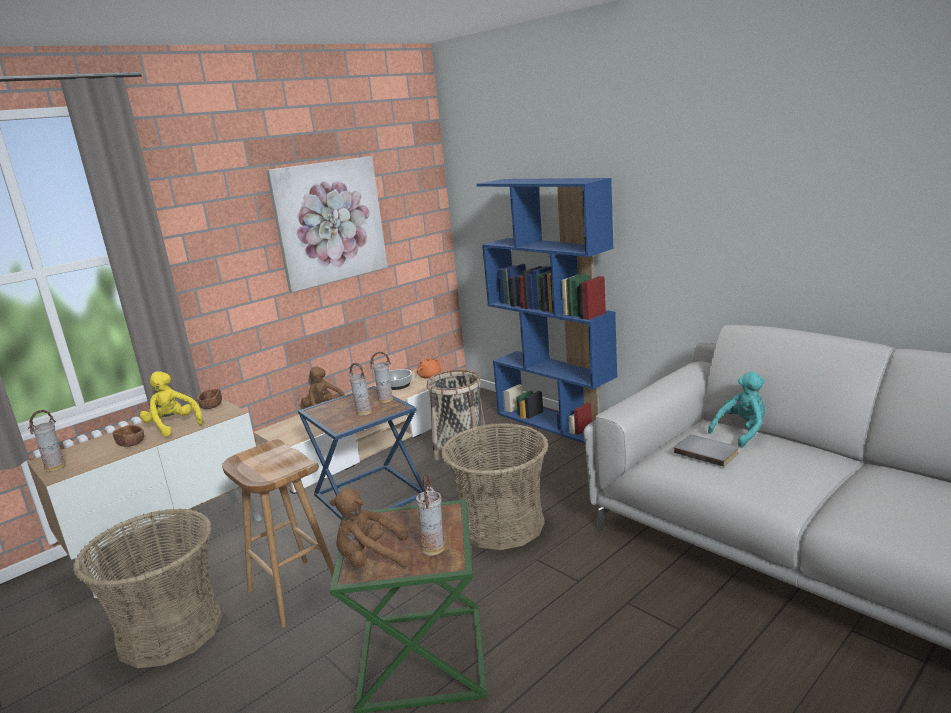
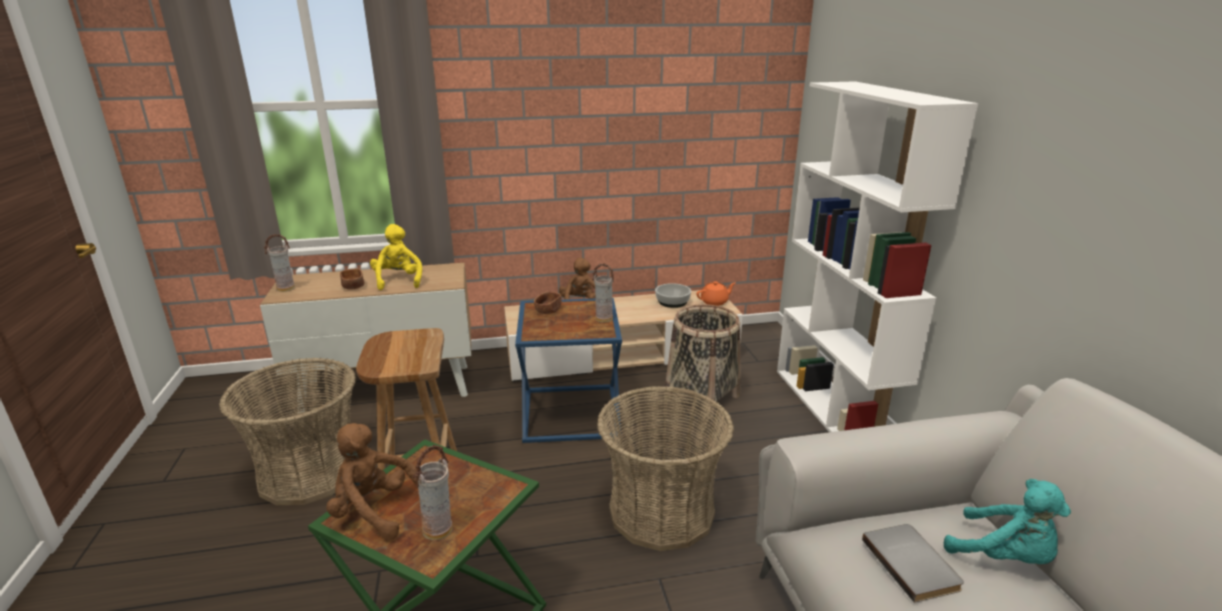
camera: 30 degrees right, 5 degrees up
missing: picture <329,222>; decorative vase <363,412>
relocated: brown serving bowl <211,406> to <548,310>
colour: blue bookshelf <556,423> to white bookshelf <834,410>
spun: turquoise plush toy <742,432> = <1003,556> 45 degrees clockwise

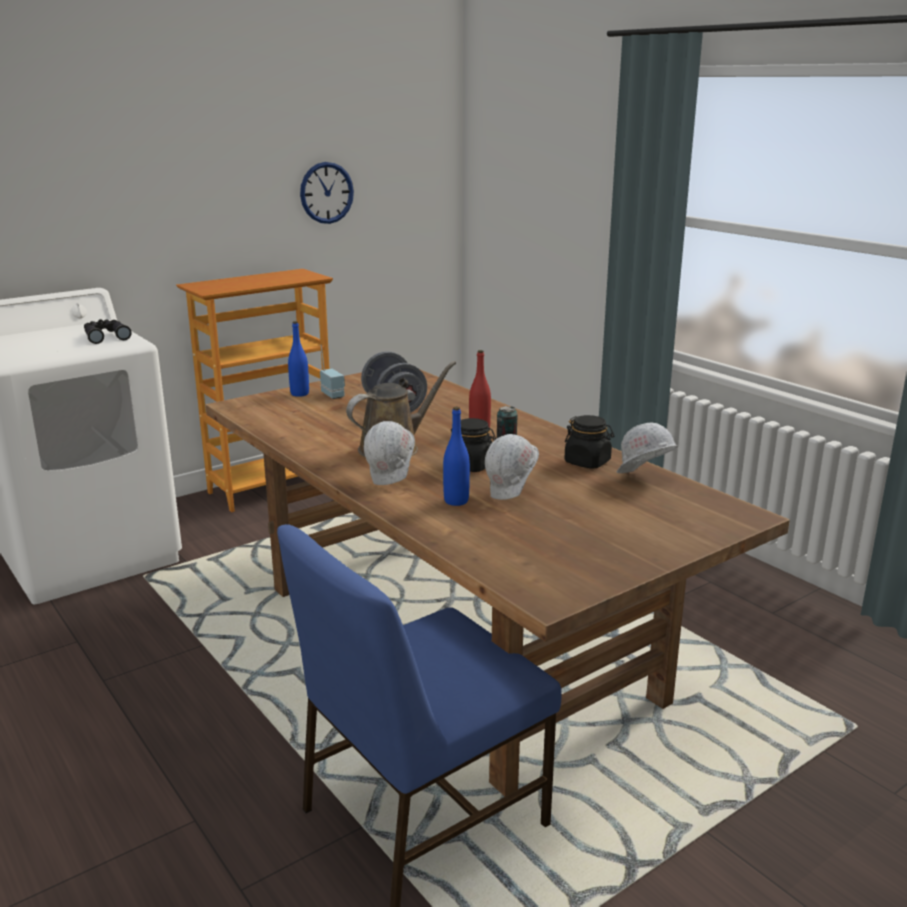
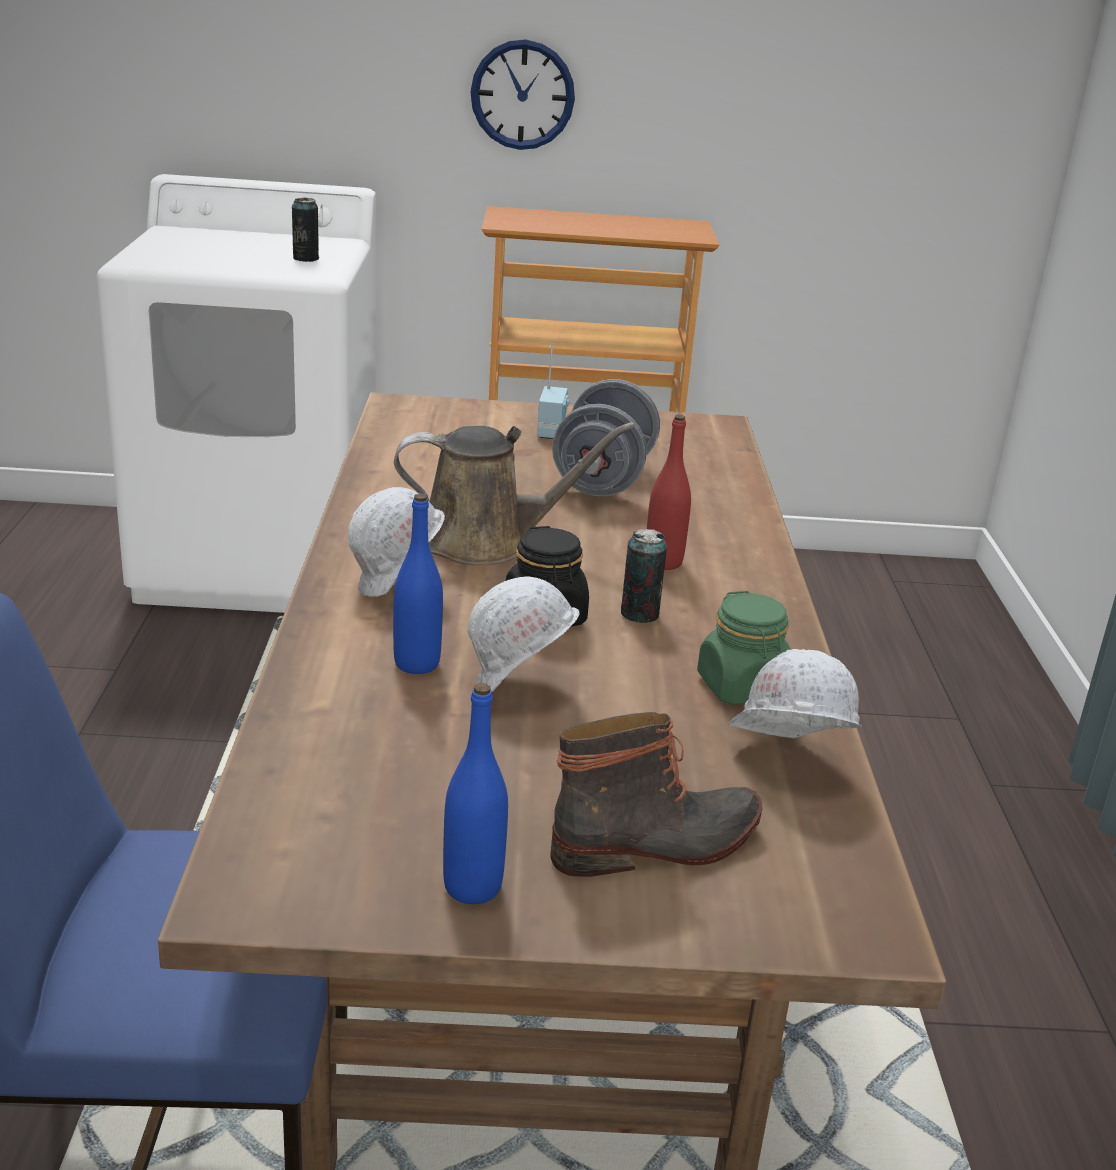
camera: 35 degrees right, 5 degrees up
appeared: tall boot <658,845>
relocated: blue drink bottle <299,394> to <472,887>; hanging clock <326,193> to <522,95>
exchanged: blackish pair of binoculars <105,336> to sealed can <306,258>
colour: blackish storage jar <587,462> to green-coloured storage jar <742,688>

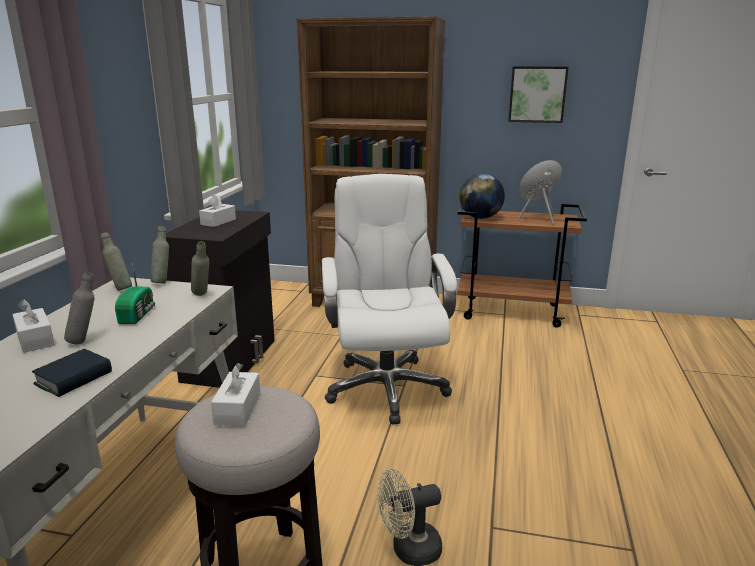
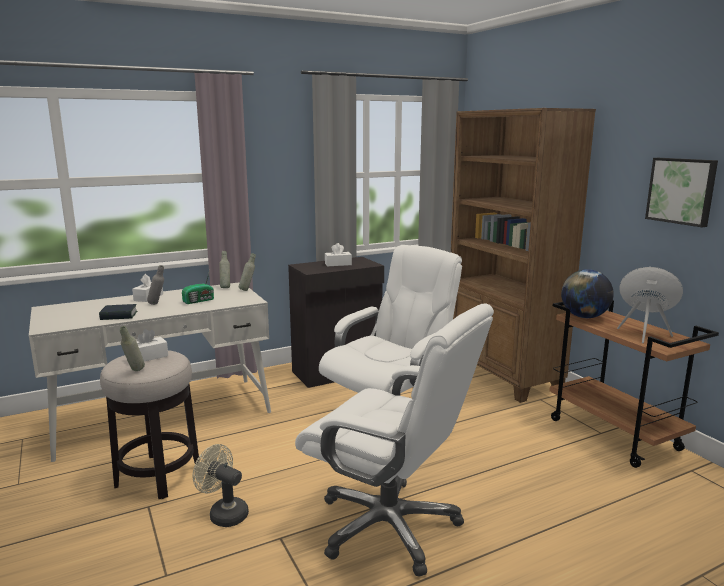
camera: 50 degrees right, 5 degrees down
appeared: white computer chair <389,526>
relocated: grey drink bottle <202,296> to <134,372>

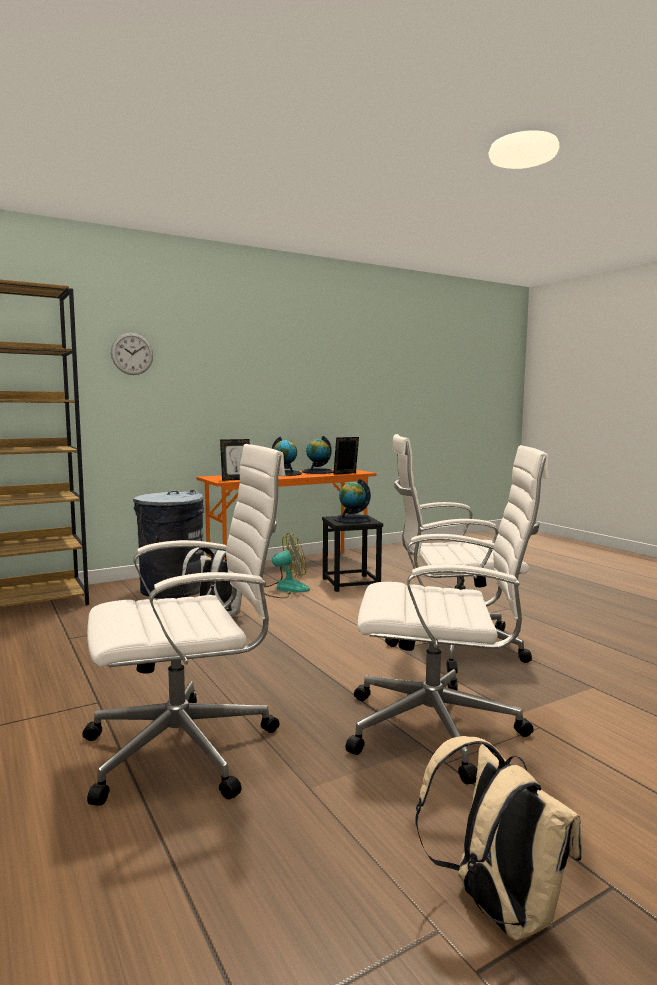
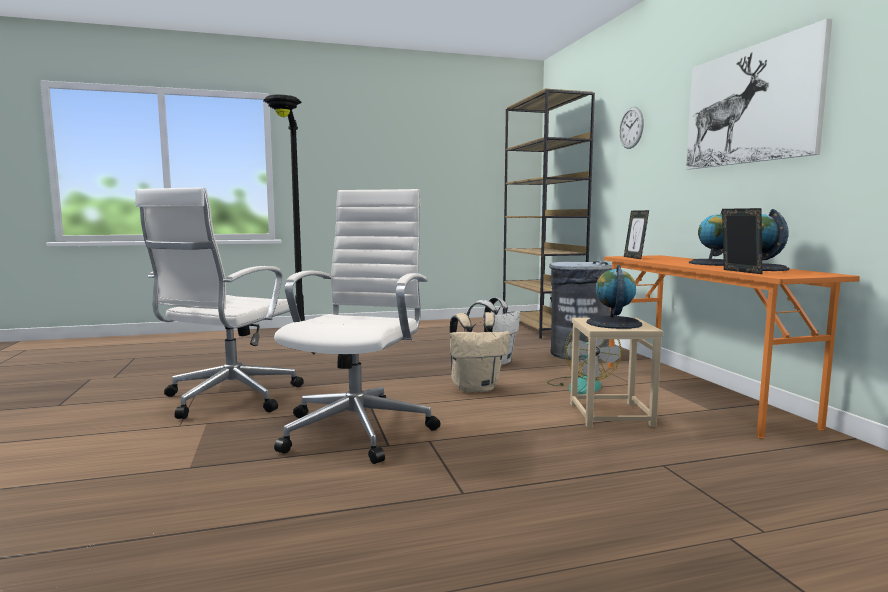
camera: 105 degrees right, 0 degrees up
appeared: picture <750,105>
relocated: beige-coloured backpack <496,909> to <475,388>
exchanged: white computer chair <187,749> to blackish standard lamp <295,355>
colour: blackish stool seat <351,583> to beige-coloured stool seat <610,414>

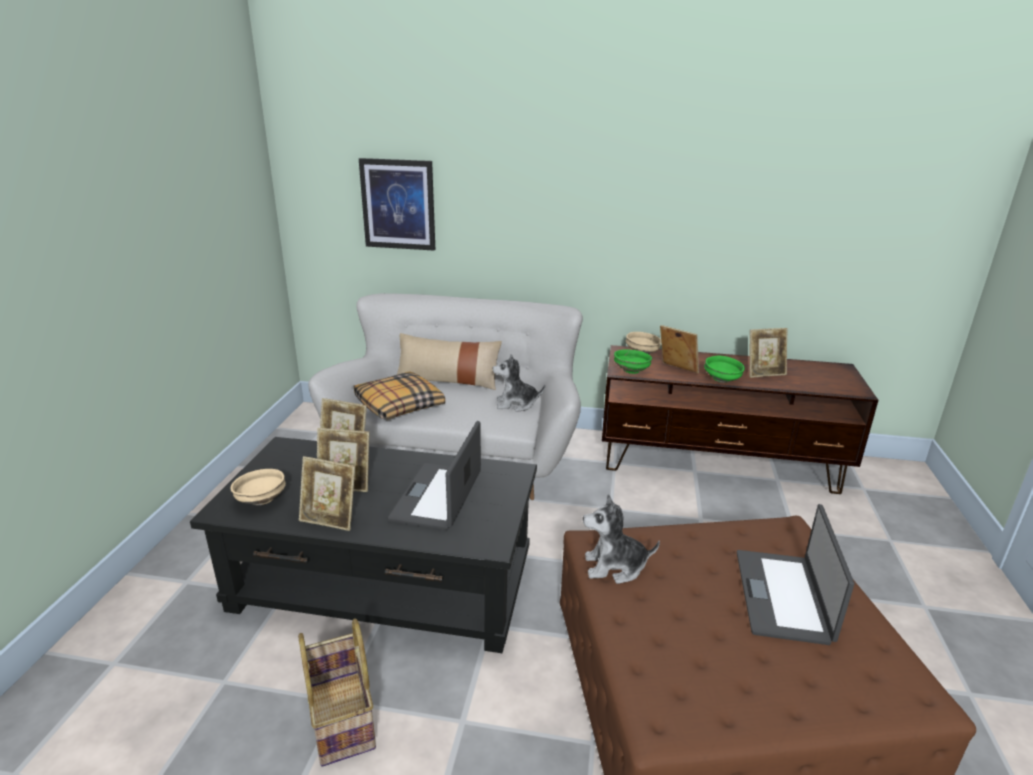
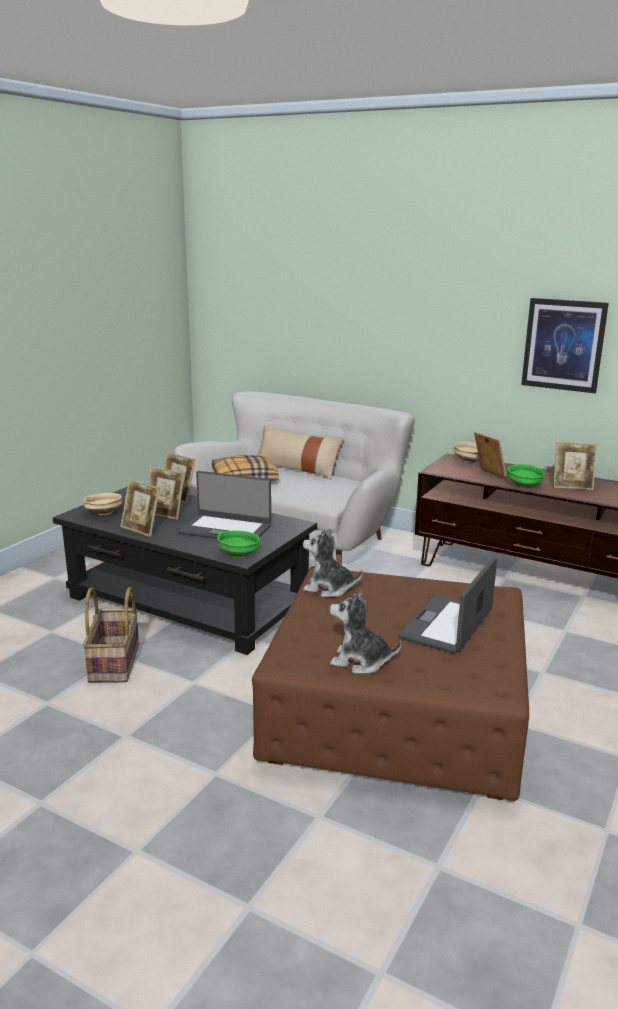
camera: 20 degrees right, 5 degrees down
relocated: picture <398,204> to <563,345>; plush toy <516,404> to <360,661>; green-coloured serving bowl <631,371> to <239,555>
spun: portable computer <438,496> = <225,529> 105 degrees counterclockwise

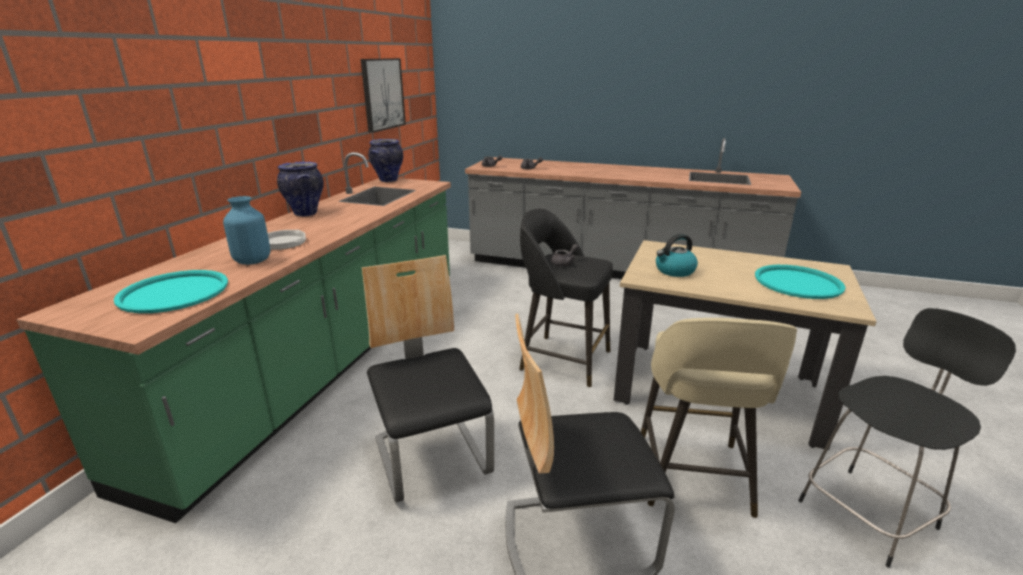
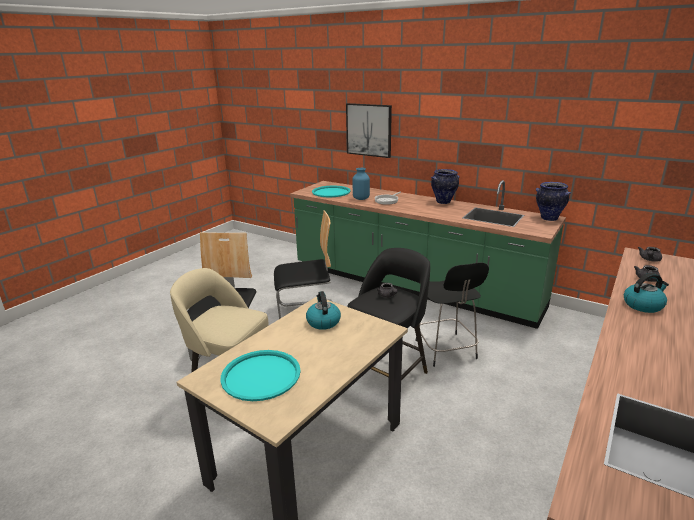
camera: 105 degrees right, 0 degrees up
appeared: kettle <643,305>
relocated: picture <382,94> to <369,130>; blackish stool seat <869,512> to <446,351>

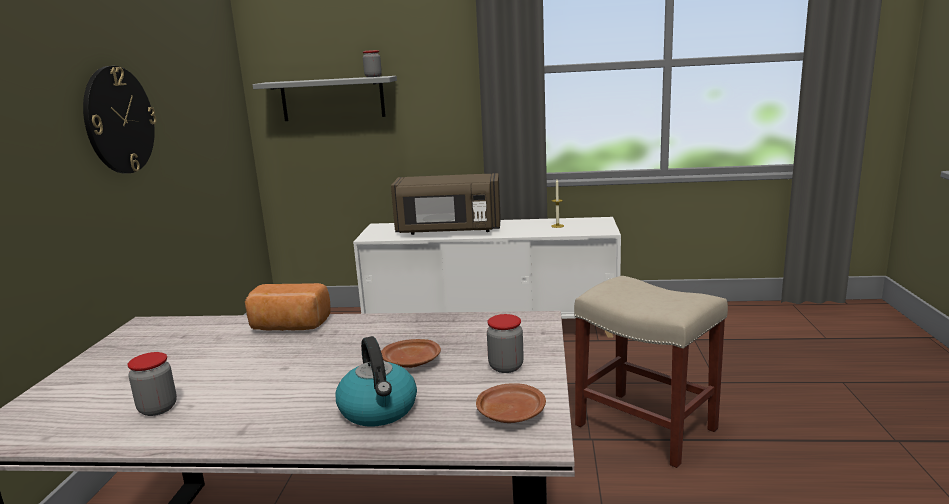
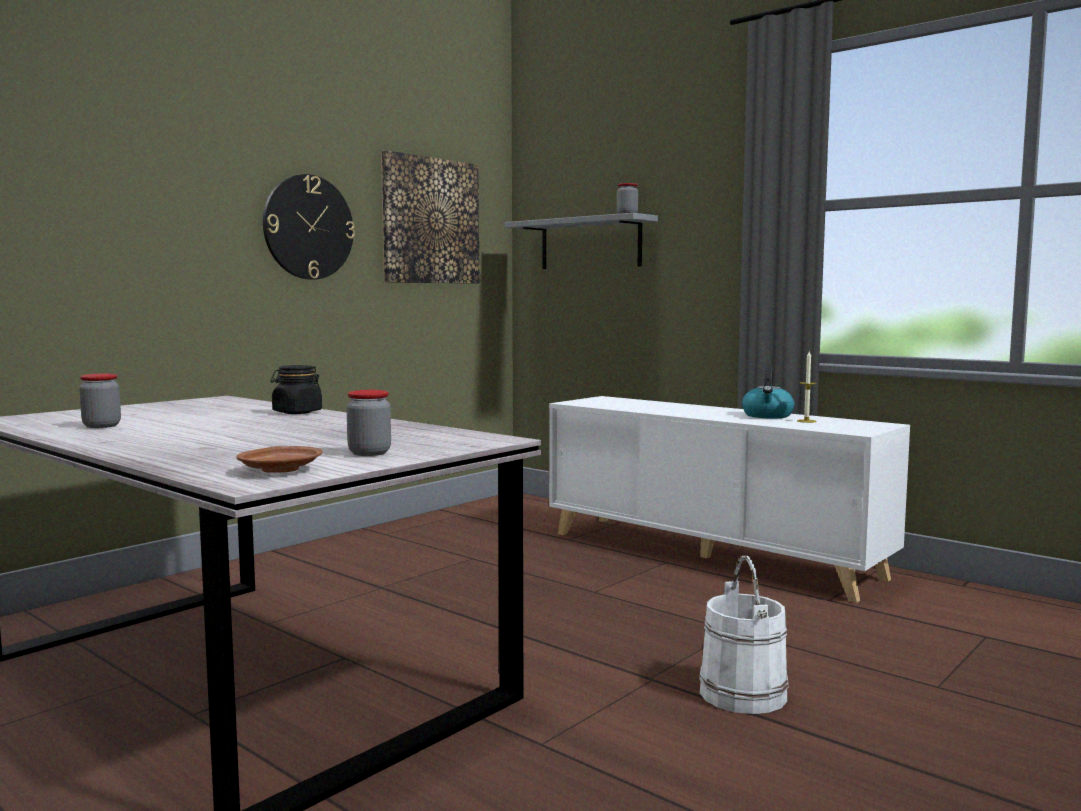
camera: 35 degrees right, 10 degrees down
missing: brown dinner plate <412,362>; brown kitchen microwave <448,230>
appeared: picture <430,221>
relocated: kettle <379,410> to <767,416>
exchanged: baked bread <289,327> to blackish storage jar <297,412>; beige-coloured stool seat <647,427> to white pail <743,693>

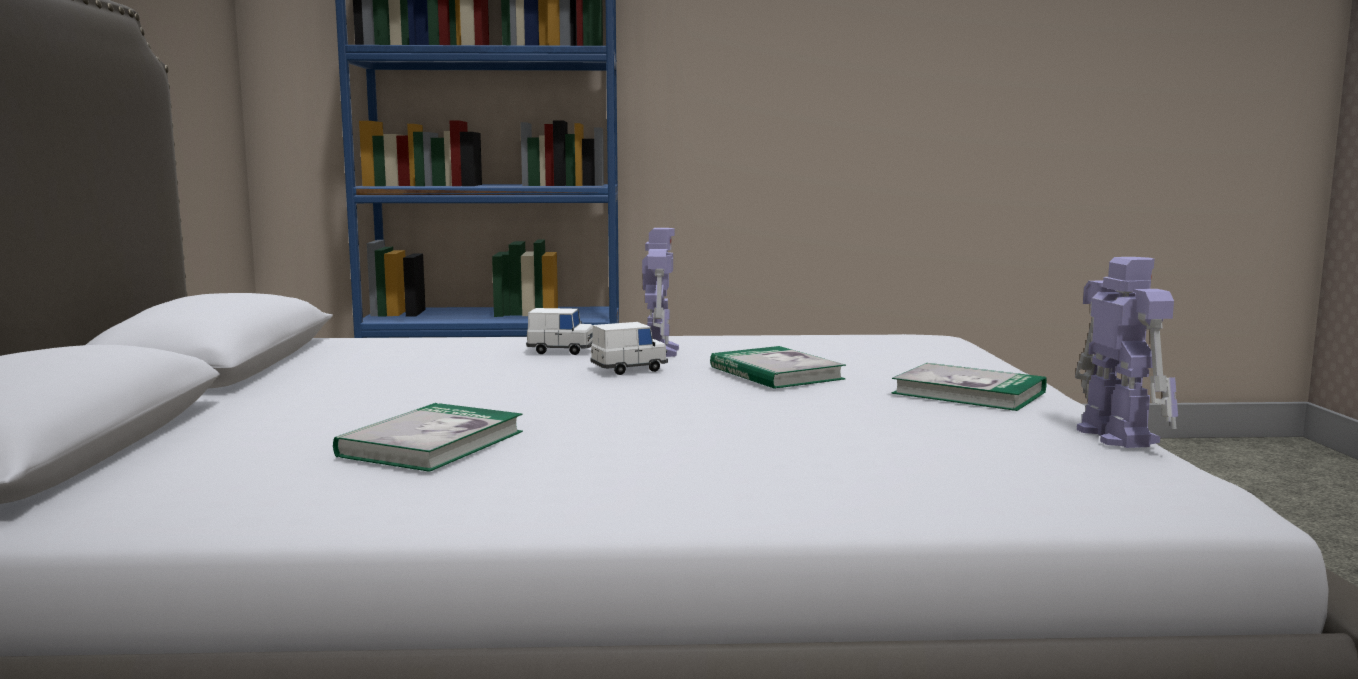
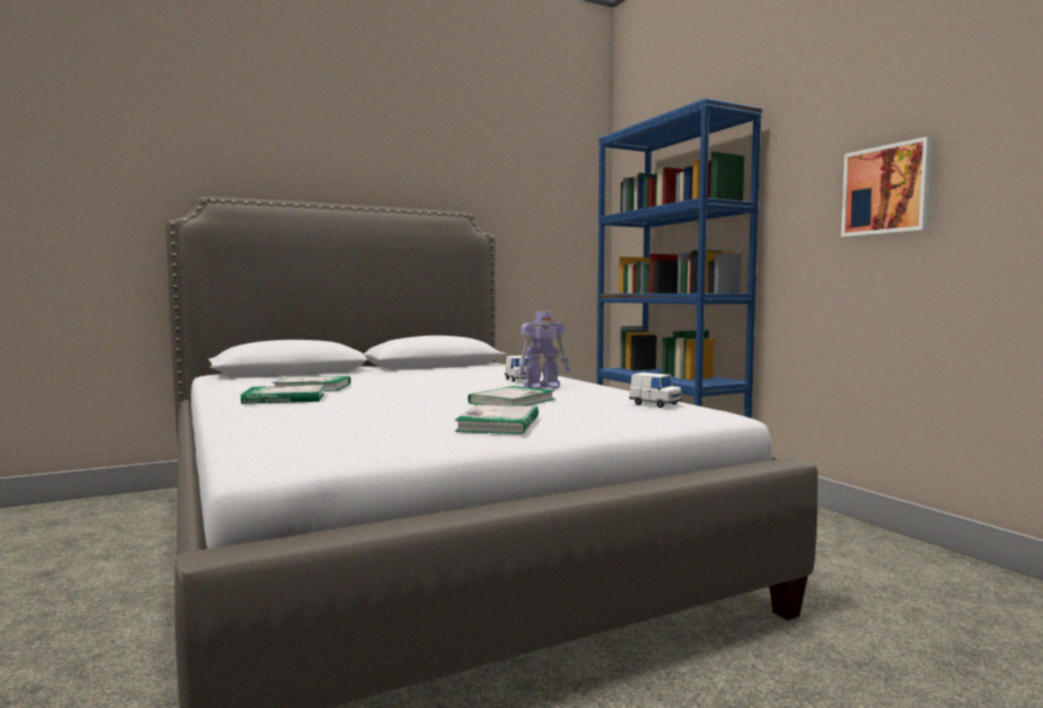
camera: 65 degrees right, 5 degrees down
missing: robot figure <1115,435>
appeared: book <284,398>; picture <888,190>
relocated: white toy car <629,369> to <655,404>

